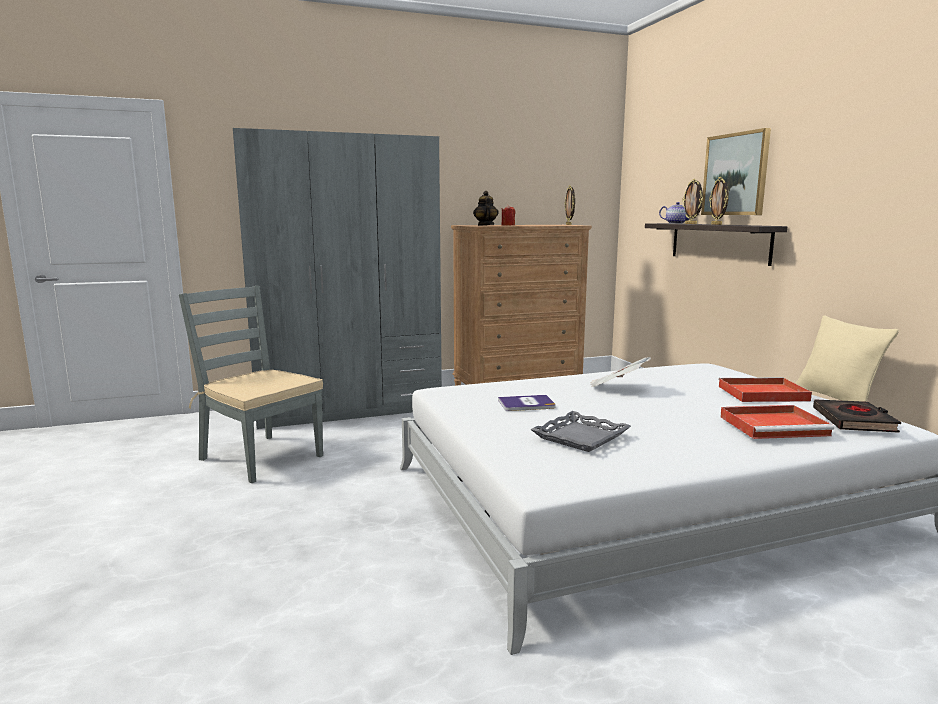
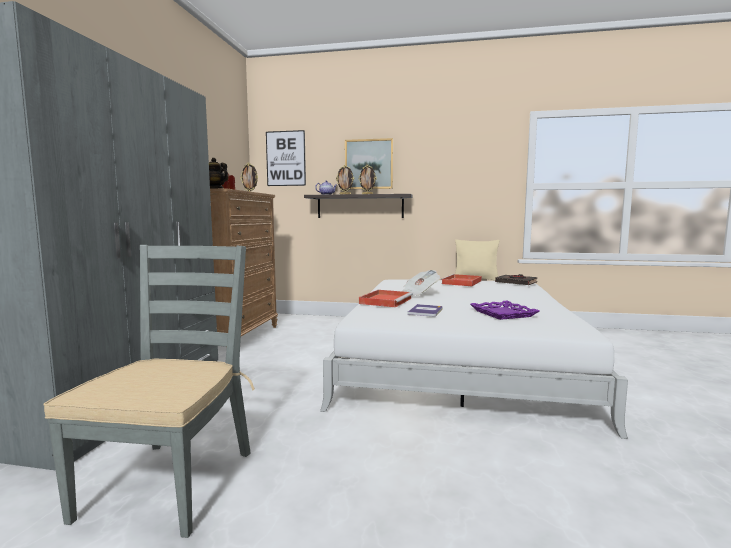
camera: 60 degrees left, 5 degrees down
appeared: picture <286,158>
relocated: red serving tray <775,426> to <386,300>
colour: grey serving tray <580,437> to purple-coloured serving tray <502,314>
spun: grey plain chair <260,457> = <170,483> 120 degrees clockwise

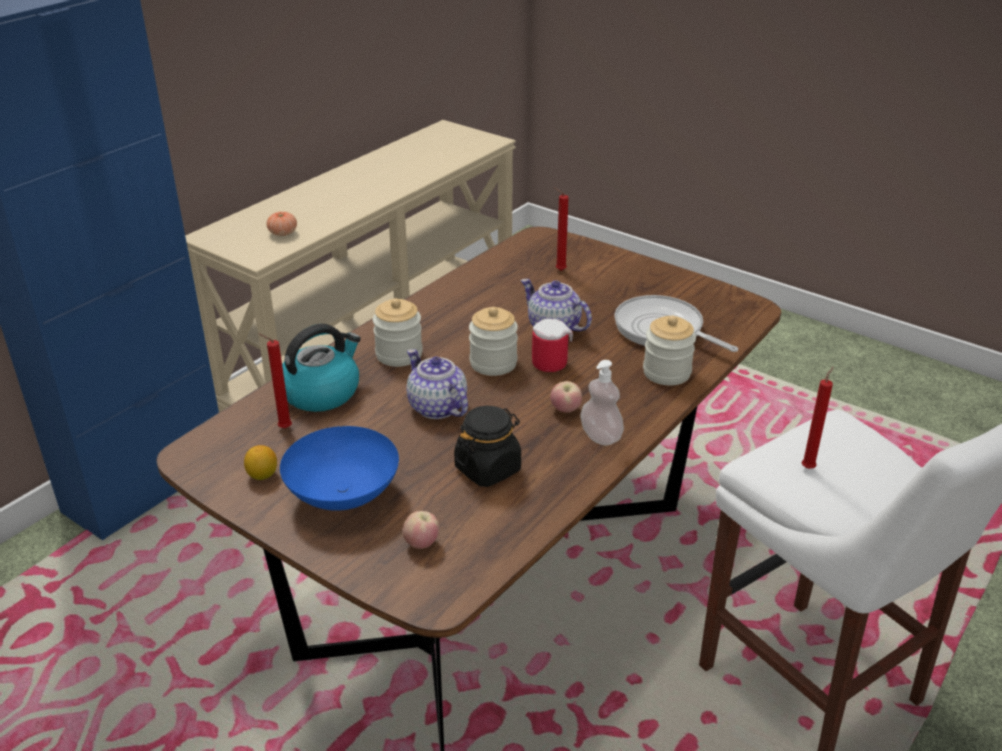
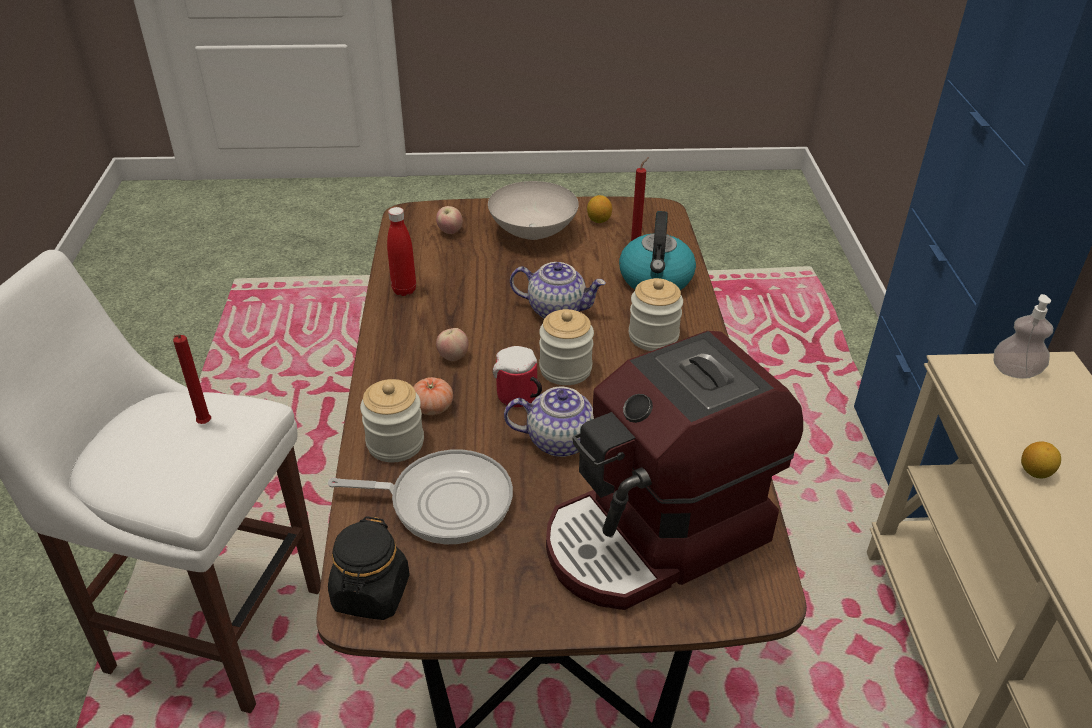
camera: 140 degrees right, 5 degrees up
appeared: red drink bottle <404,290>; citrus fruit <1035,472>
relocated: tomato <283,233> to <432,407>; blackish storage jar <488,469> to <371,594>; soap bottle <600,437> to <1015,371>
exchanged: red candle <559,270> to coffee machine <657,537>
colour: blue serving bowl <345,494> to white serving bowl <532,233>

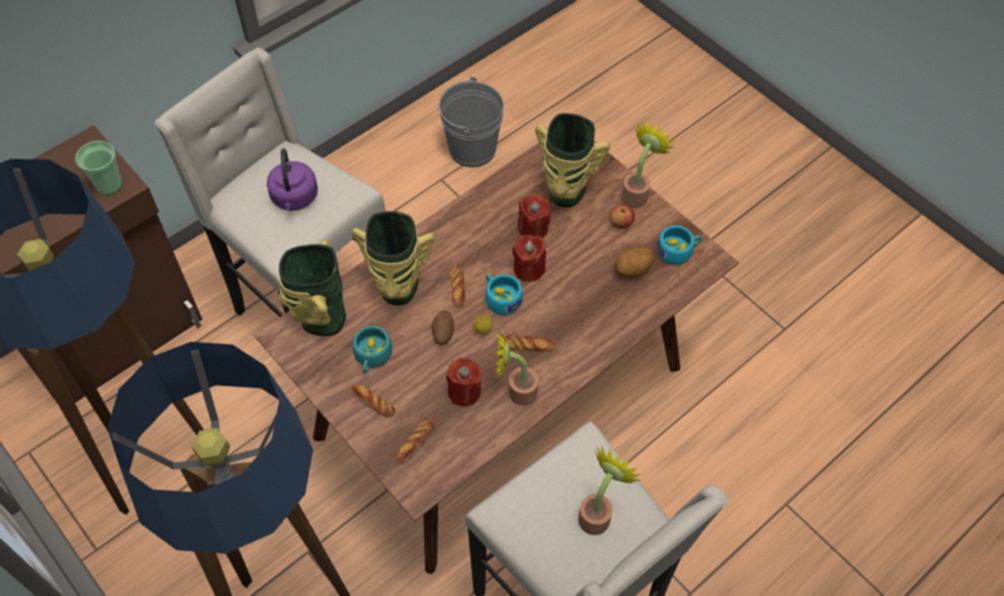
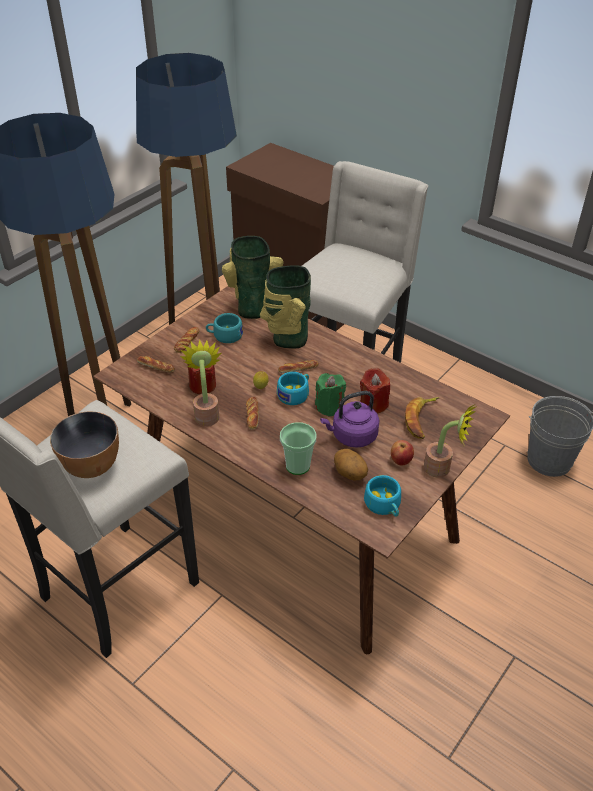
camera: 80 degrees right, 15 degrees down
missing: whole potato <443,333>
relocated: cup <109,185> to <297,466>; purple-coloured kettle <294,198> to <352,436>
exchanged: decorative vase <565,193> to banana fruit <421,420>; houseplant <597,514> to serving bowl <92,465>
colour: red candle <529,269> to green-coloured candle <329,406>

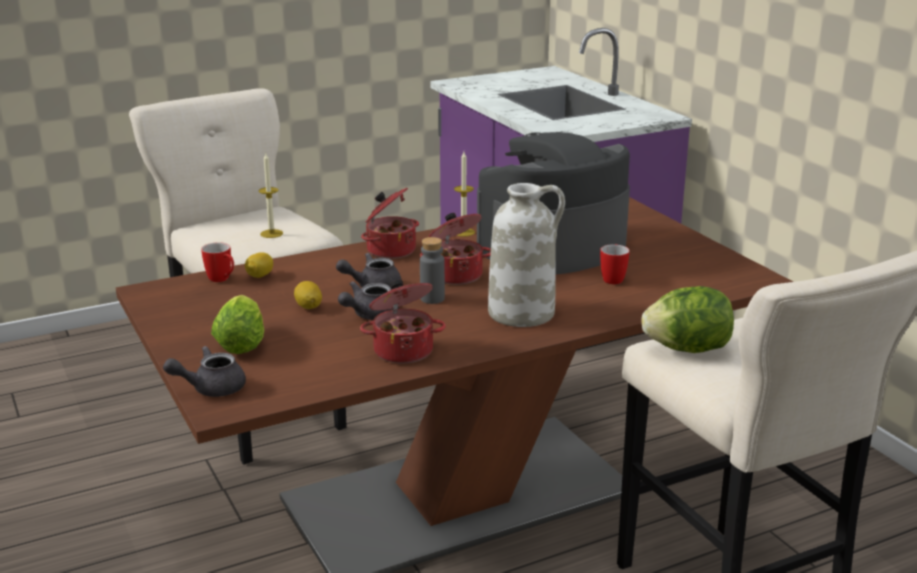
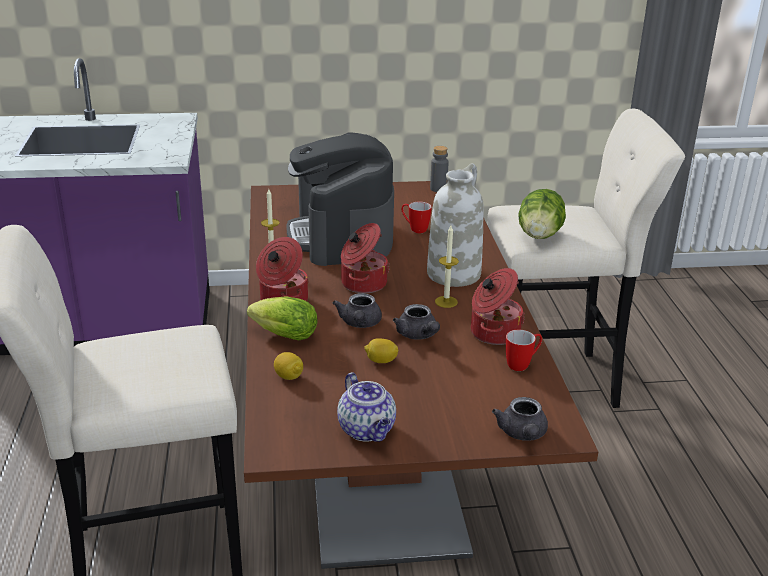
camera: 70 degrees left, 5 degrees up
appeared: tea pot <367,430>
relocated: coffee mug <222,280> to <522,364>; lettuce <242,343> to <281,335>; candle <271,233> to <446,302>; grey drink bottle <432,299> to <438,189>

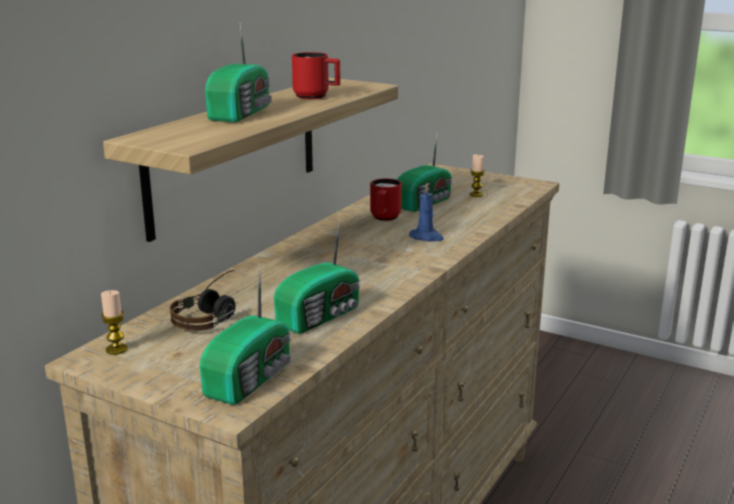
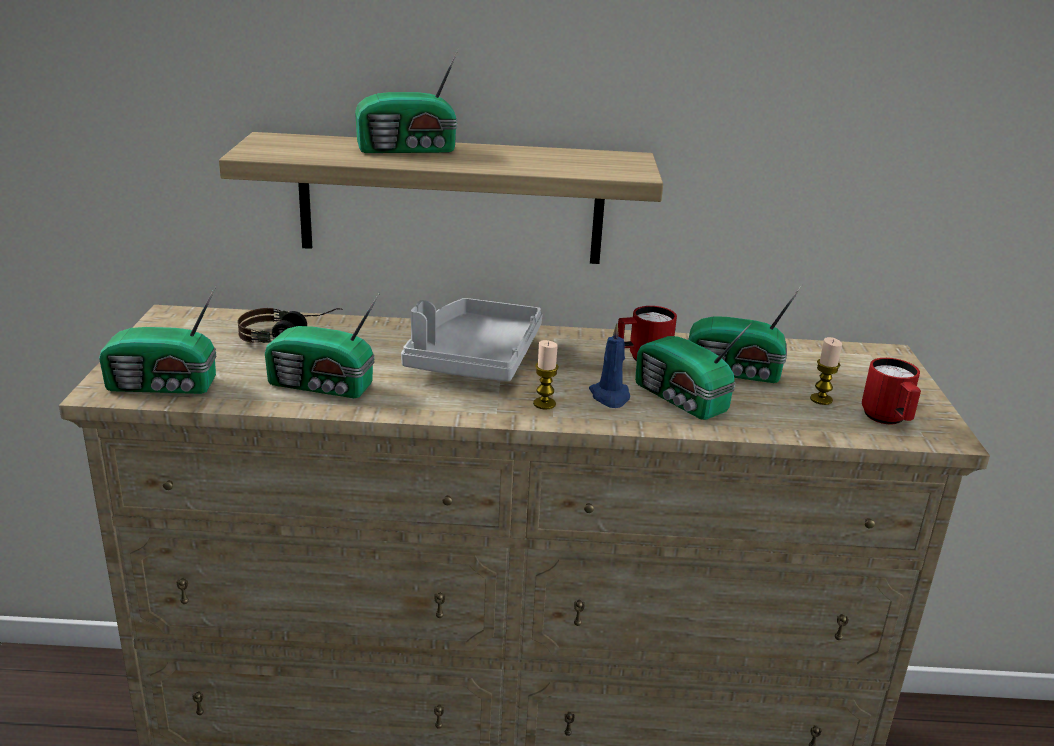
camera: 60 degrees right, 5 degrees up
appeared: grey serving tray <474,357>; radio set <681,400>
relocated: candle <116,349> to <544,404>; red coffee mug <316,97> to <888,420>

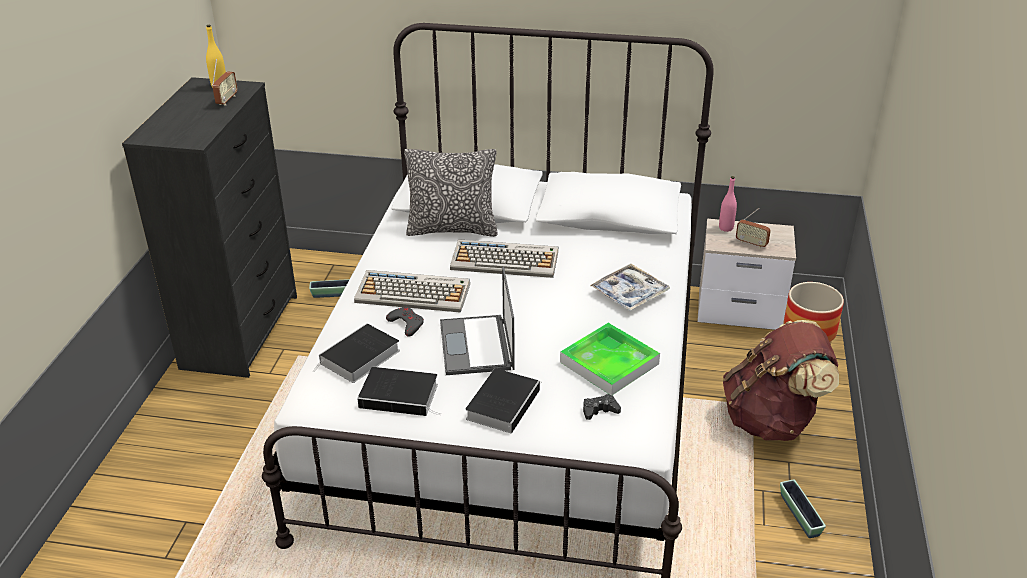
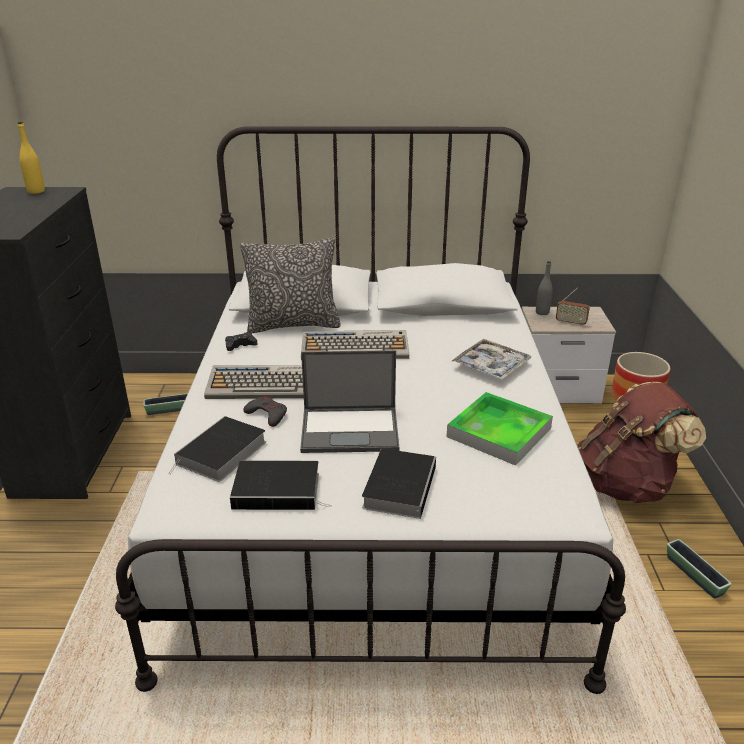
camera: 10 degrees left, 5 degrees down
missing: radio set <227,100>
relocated: blackish gamepad <599,410> to <240,345>
colour: pink-coloured drink bottle <726,228> to grey drink bottle <542,312>
spun: portable computer <477,346> = <351,429> 75 degrees counterclockwise

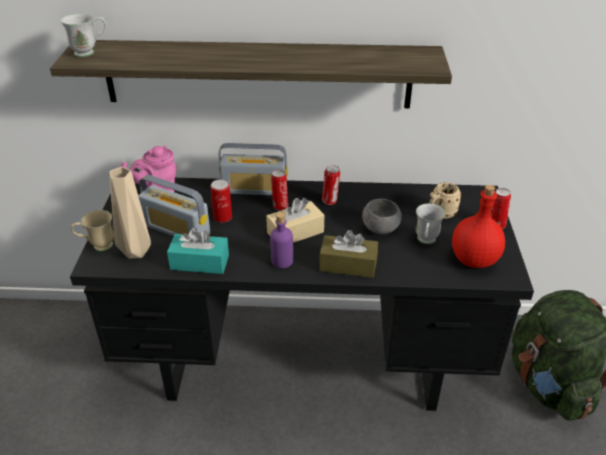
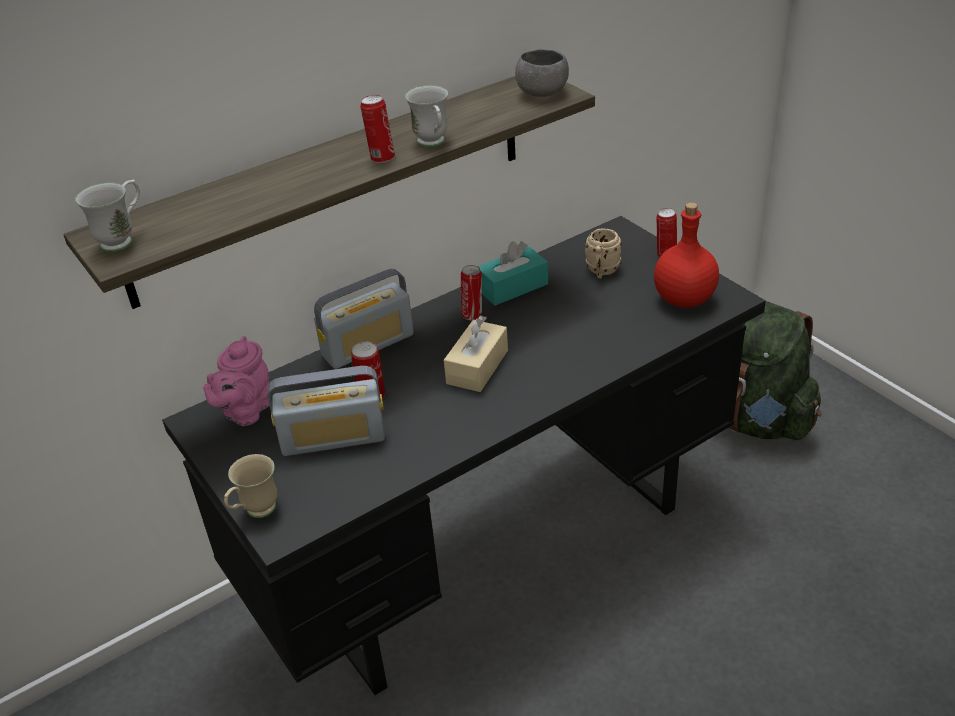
camera: 35 degrees left, 0 degrees up
missing: beige-coloured decorative vase <137,251>; purple-coloured drink bottle <282,261>; brown box of tissues <348,265>
relocated: turquoise box of tissues <199,262> to <512,287>; sealed can <280,206> to <381,158>; grey serving bowl <380,229> to <542,93>; white coffee mug <425,241> to <433,144>

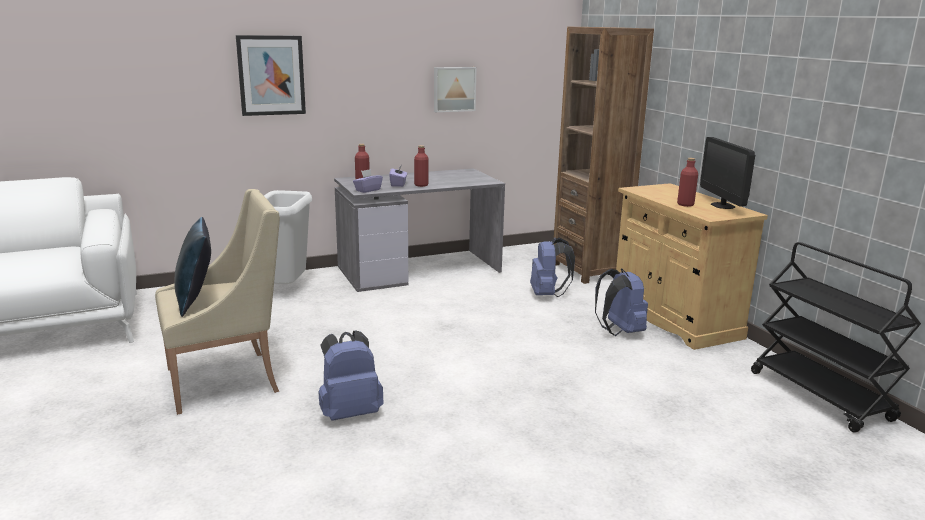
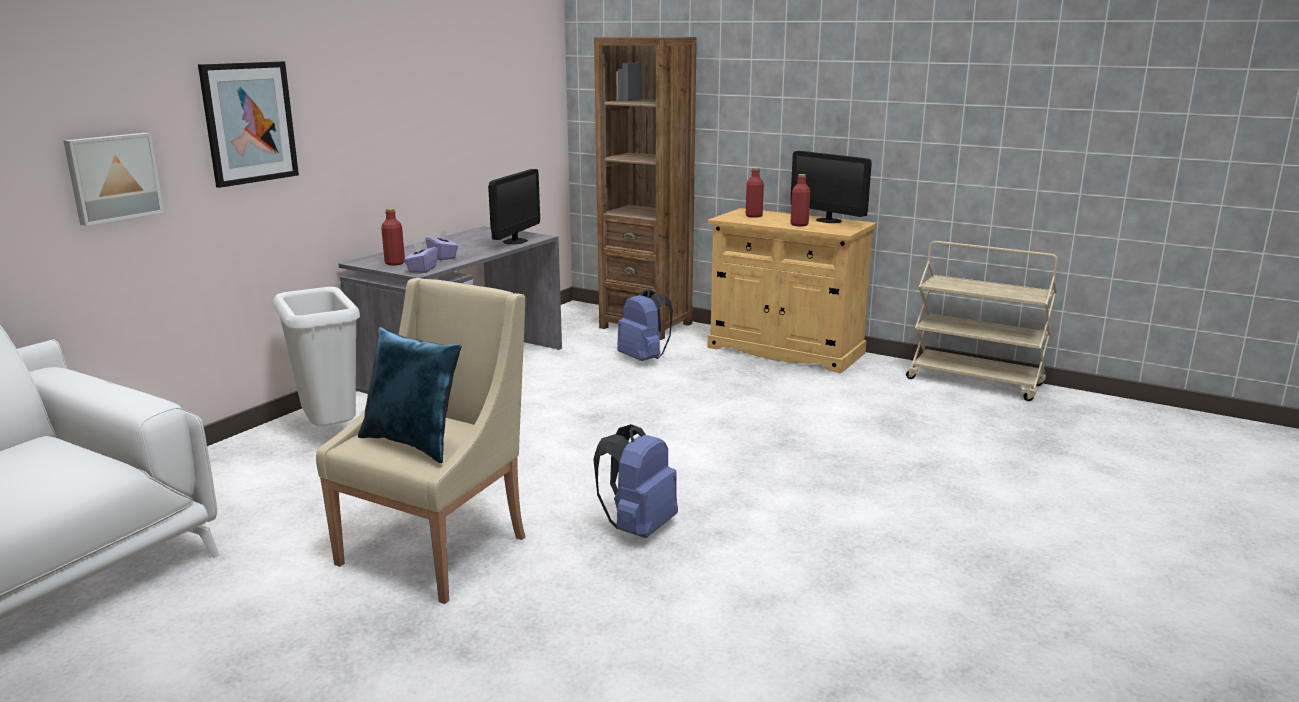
camera: 35 degrees left, 0 degrees up
missing: blue backpack <619,331>
appeared: computer screen <515,241>
relocated: red drink bottle <421,185> to <754,216>; picture <454,89> to <113,177>
colour: blackish trolley <821,396> to beige-coloured trolley <975,382>

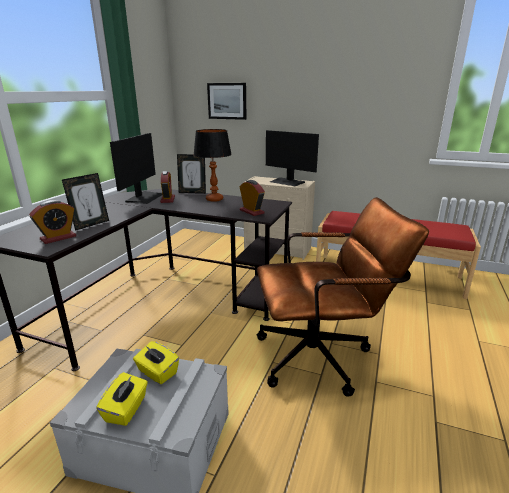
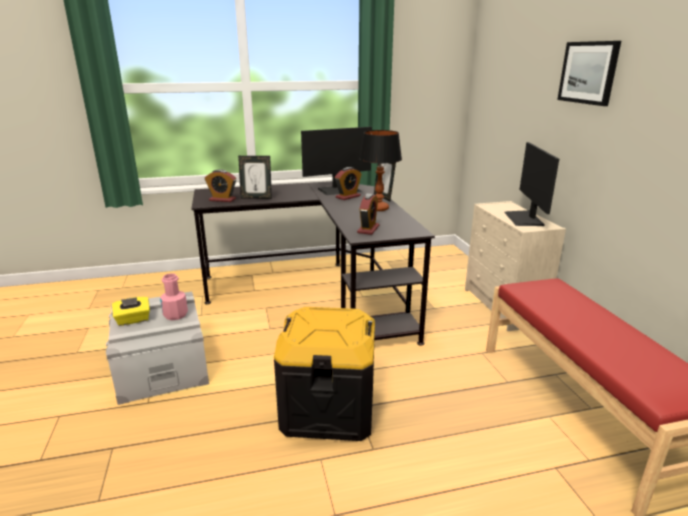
camera: 55 degrees right, 0 degrees up
relocated: picture <227,101> to <588,72>
exchanged: yellowish box of tissues <157,372> to pink-coloured drink bottle <175,315>; brown computer chair <323,356> to blackish storage container <328,408>

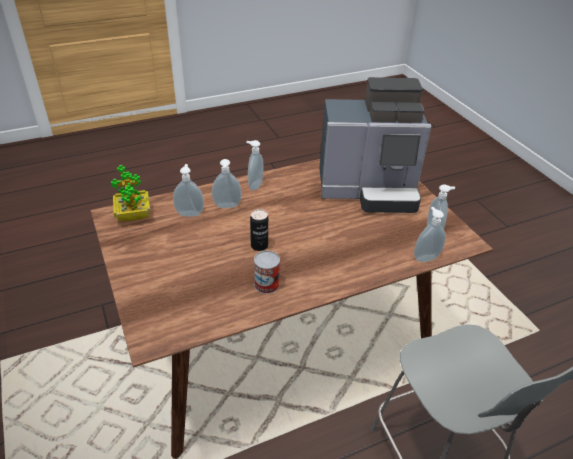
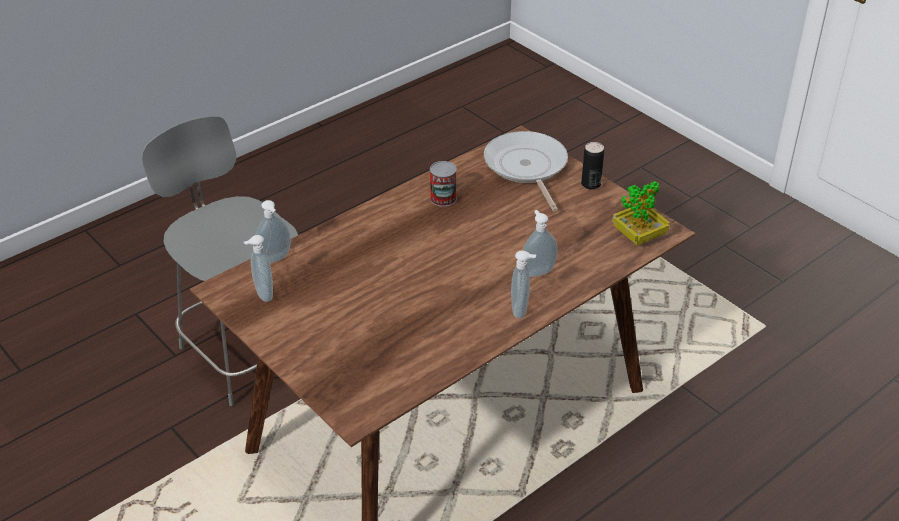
camera: 165 degrees right, 0 degrees up
missing: soap bottle <190,213>; coffee machine <369,190>
appeared: skillet <526,167>
relocated: sealed can <259,246> to <591,184>

